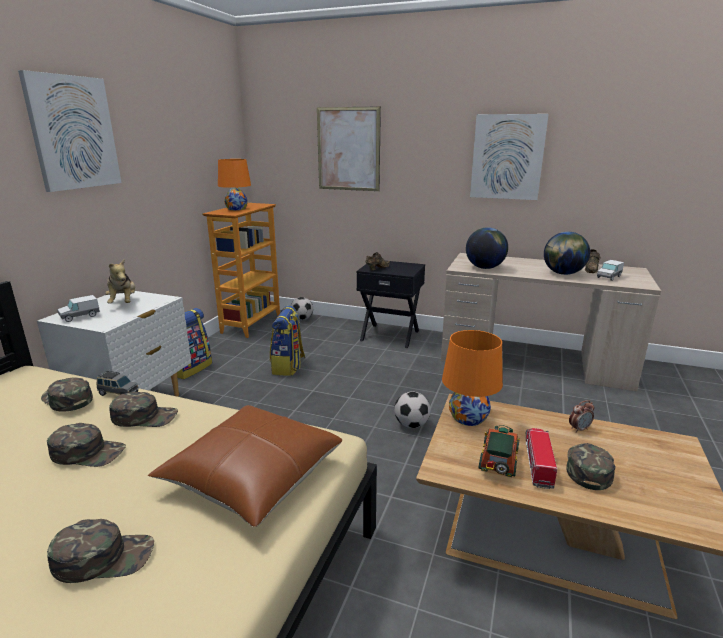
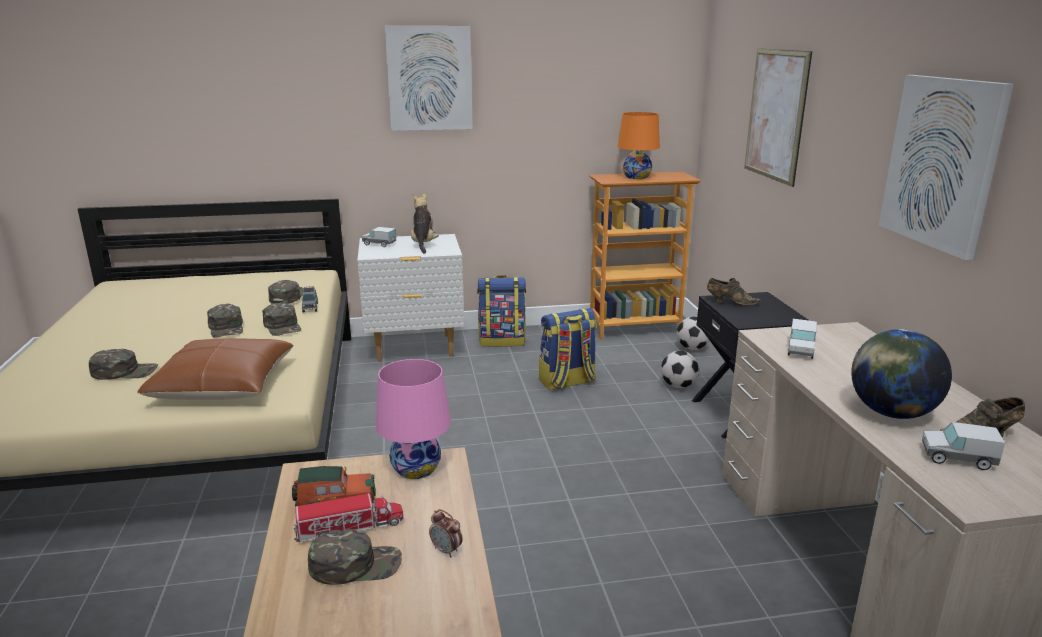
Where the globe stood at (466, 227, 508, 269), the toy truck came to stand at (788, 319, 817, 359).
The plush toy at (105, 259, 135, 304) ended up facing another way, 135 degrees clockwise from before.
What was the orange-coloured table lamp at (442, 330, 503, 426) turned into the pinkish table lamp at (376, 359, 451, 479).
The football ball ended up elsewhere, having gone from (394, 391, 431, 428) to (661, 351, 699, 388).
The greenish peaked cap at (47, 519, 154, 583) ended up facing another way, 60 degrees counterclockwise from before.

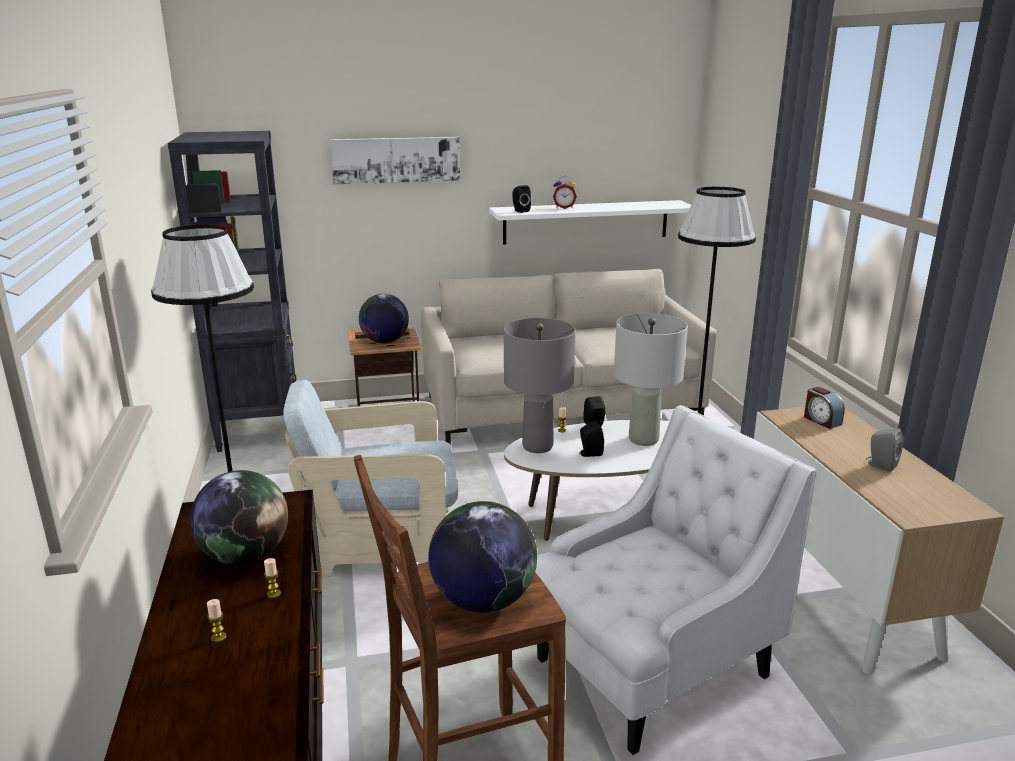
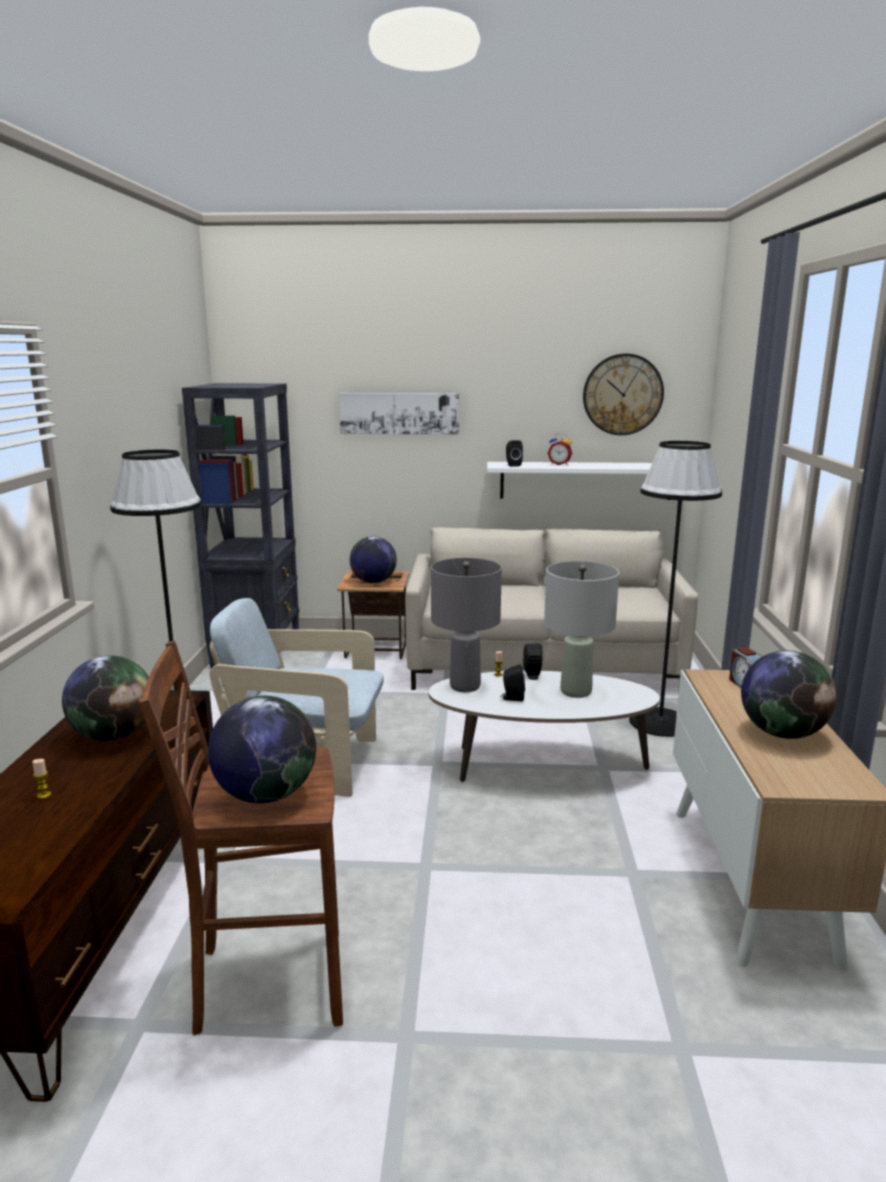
The second view lost the whitish lounge chair at (535, 405, 816, 755).
Where the gray audio speaker stood at (866, 428, 902, 472), the globe came to stand at (741, 650, 837, 739).
The second view lost the wax candle at (264, 558, 281, 598).
The second view gained the wall clock at (583, 353, 664, 435).

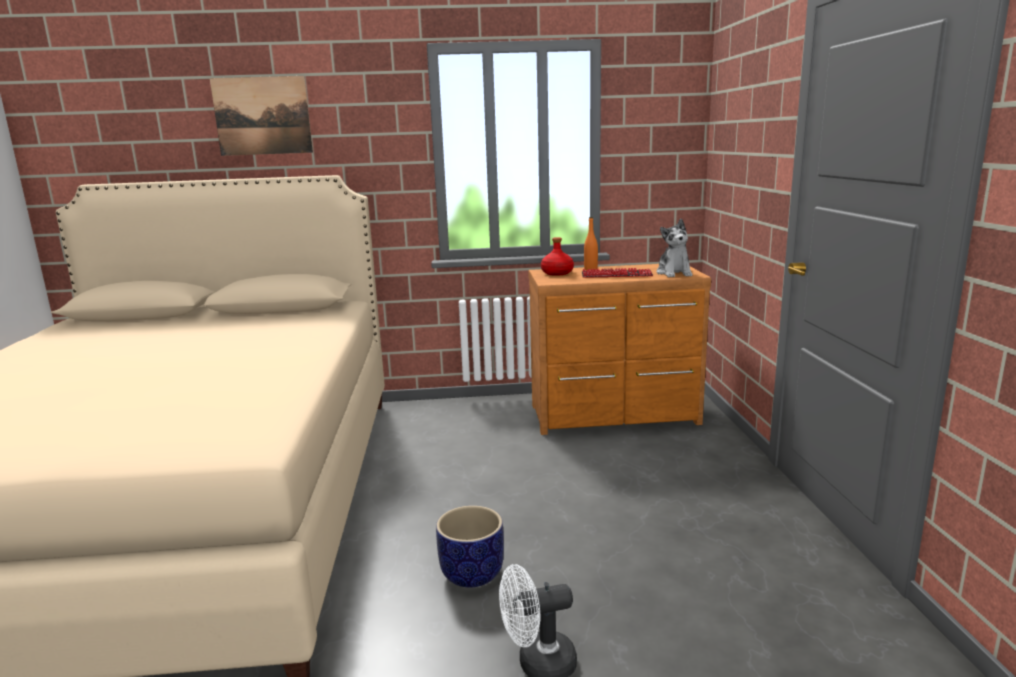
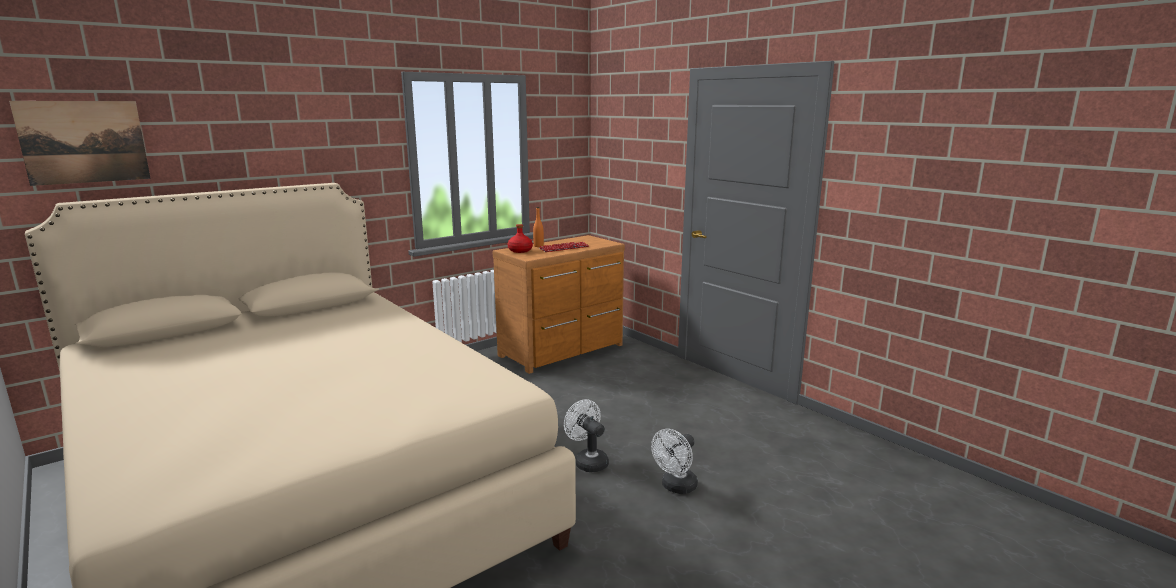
The wall picture ended up elsewhere, having gone from (210, 76, 313, 156) to (9, 101, 151, 186).
The second view lost the plush toy at (657, 219, 693, 277).
Where the plant pot stood at (436, 506, 504, 588), the whitish fan came to stand at (564, 399, 609, 472).

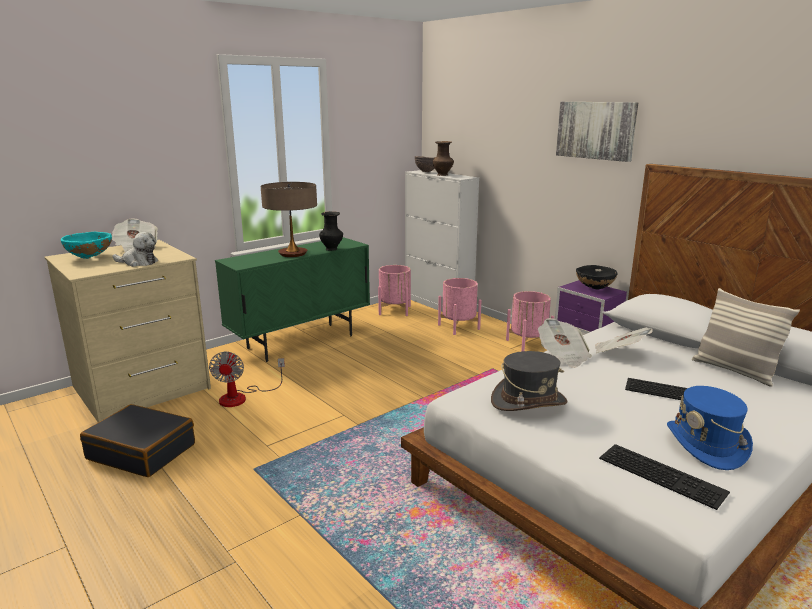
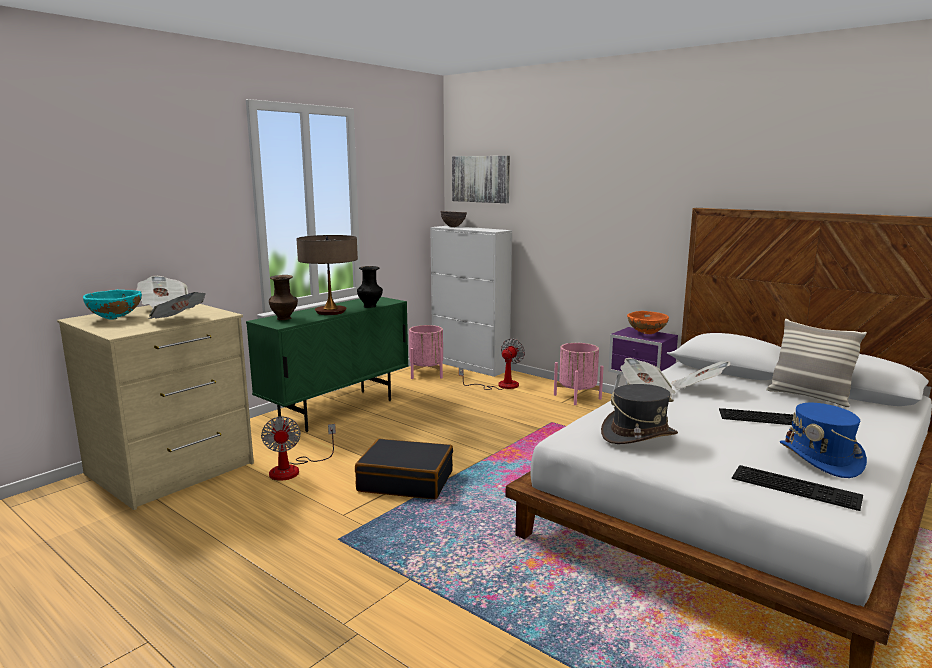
The wall picture ended up elsewhere, having gone from (556, 102, 638, 162) to (452, 156, 510, 203).
The brownish vase ended up elsewhere, having gone from (433, 141, 454, 176) to (269, 275, 298, 320).
Where the plush toy stood at (113, 232, 158, 267), the newspaper came to stand at (148, 292, 205, 319).
What was the blackish bowl at (576, 265, 618, 290) turned into the orange-coloured bowl at (627, 311, 669, 334).
Where the pinkish plant pot stood at (438, 278, 481, 335), the fan came to stand at (459, 338, 525, 390).
The blackish suitcase ended up elsewhere, having gone from (80, 404, 195, 477) to (355, 439, 453, 499).

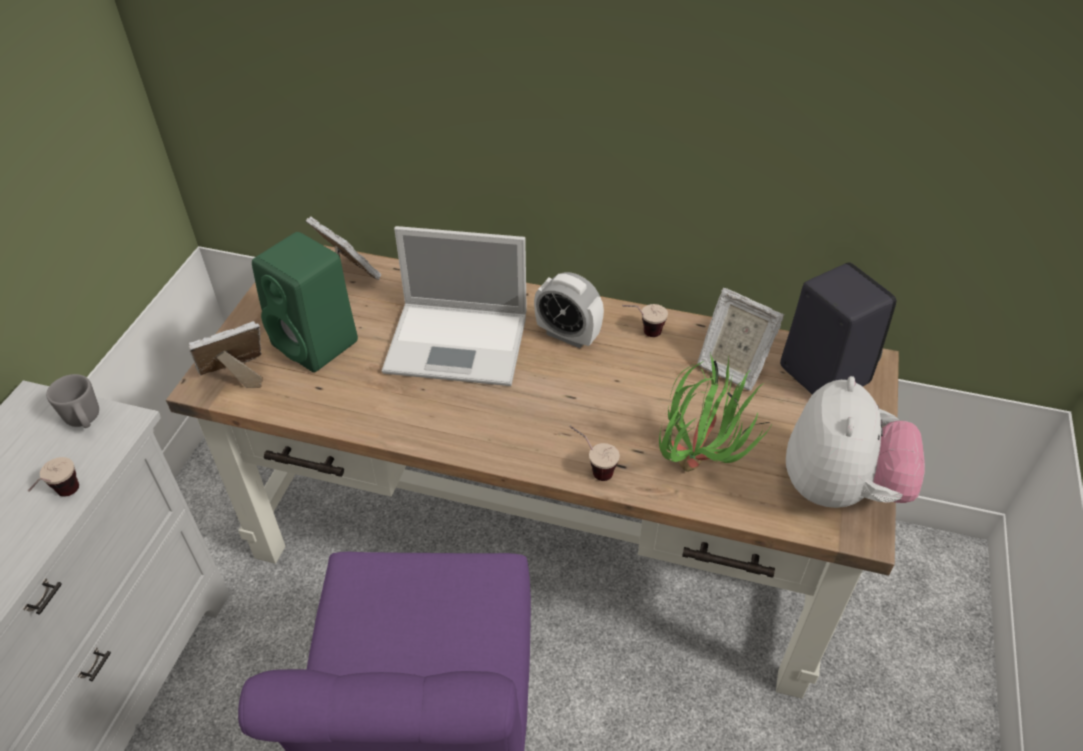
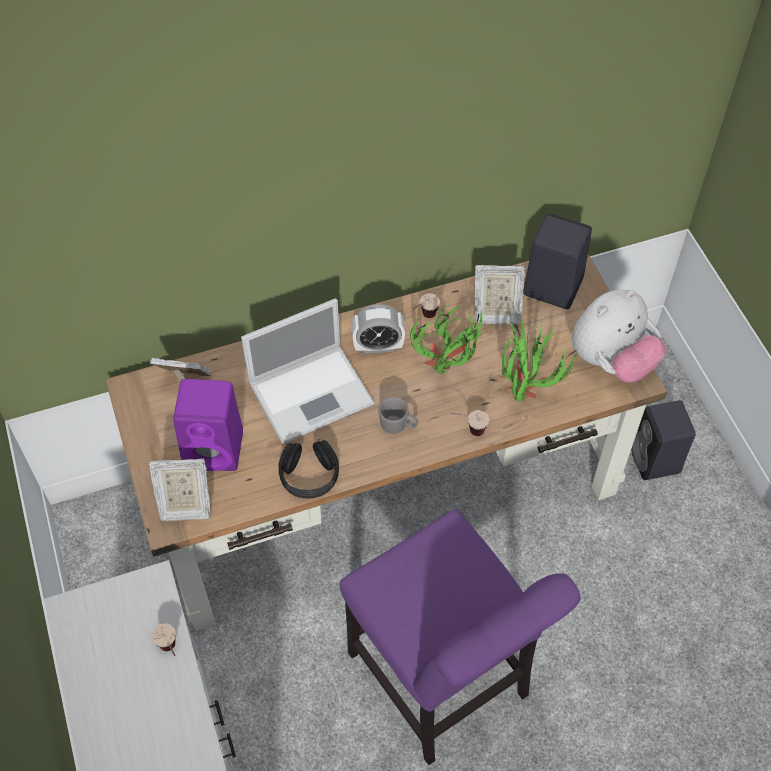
What was the greenish audio speaker at (252, 232, 358, 372) turned into the purple-coloured audio speaker at (173, 379, 243, 471).
The standing frame at (189, 321, 263, 388) ended up facing another way, 120 degrees counterclockwise from before.
The gray tea mug ended up elsewhere, having gone from (46, 374, 99, 428) to (378, 397, 418, 434).
The plush toy at (786, 376, 925, 508) ended up facing another way, 75 degrees clockwise from before.
The second view gained the potted plant at (410, 303, 485, 374).
The second view gained the blackish audio speaker at (631, 400, 696, 480).
The second view gained the blackish headset at (278, 440, 339, 498).

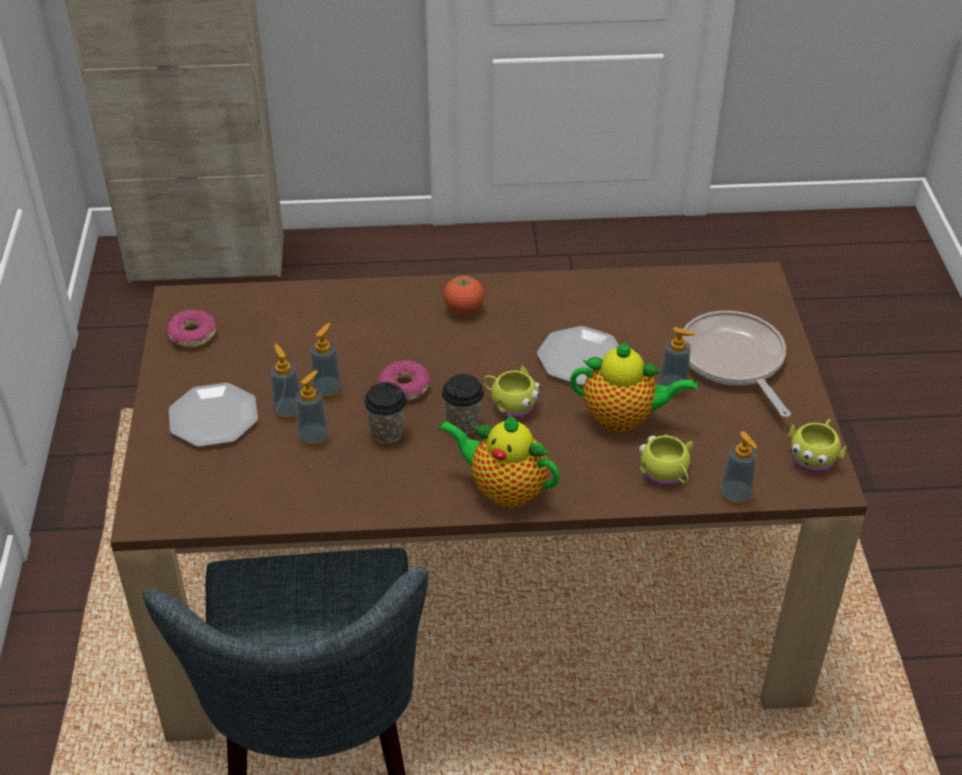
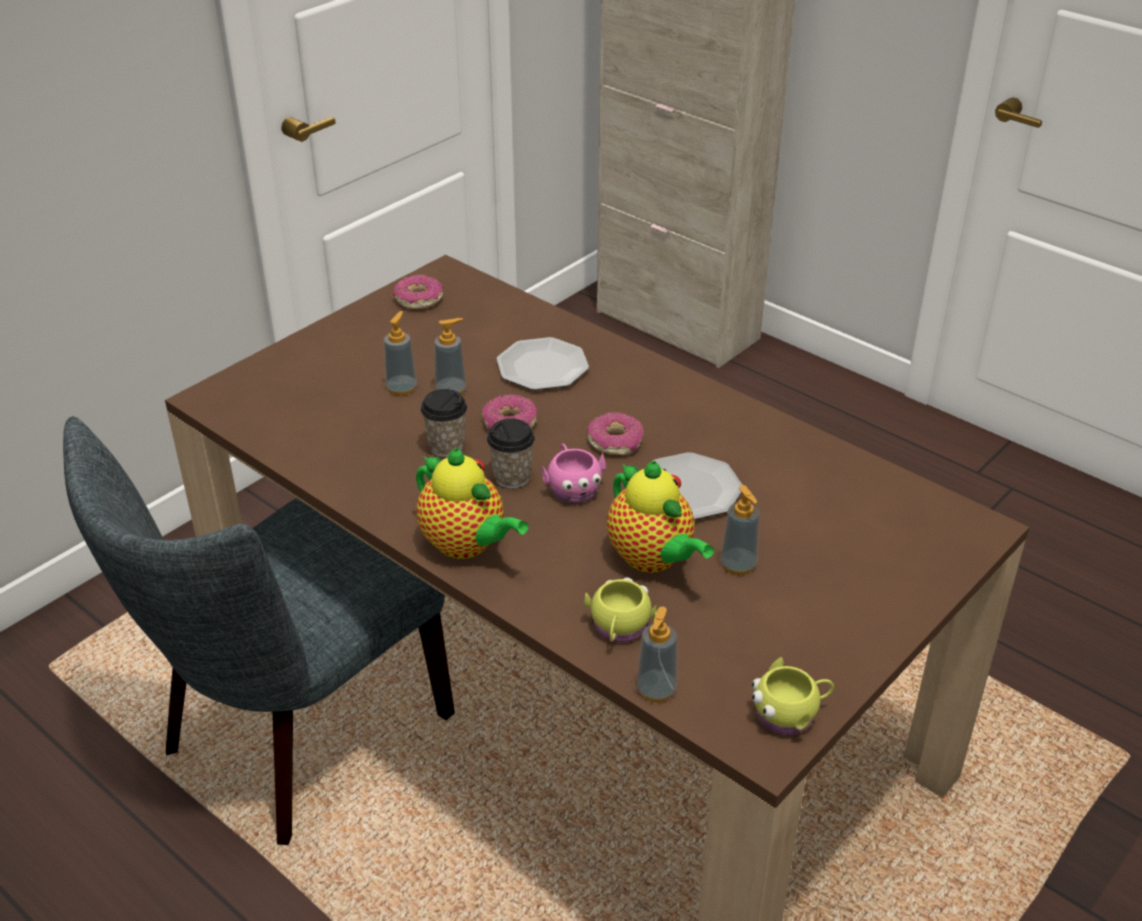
The second view lost the whole tomato at (444, 276, 484, 314).
The second view lost the frying pan at (682, 311, 791, 418).
What was the yellow tea mug at (483, 366, 541, 418) turned into the pinkish tea mug at (542, 444, 606, 503).
The second view lost the soap dispenser at (296, 370, 328, 446).
The plate ended up elsewhere, having gone from (169, 383, 258, 447) to (496, 337, 589, 390).
The pot for tea at (438, 415, 560, 508) ended up facing another way, 150 degrees clockwise from before.
The second view gained the donut at (587, 412, 643, 456).

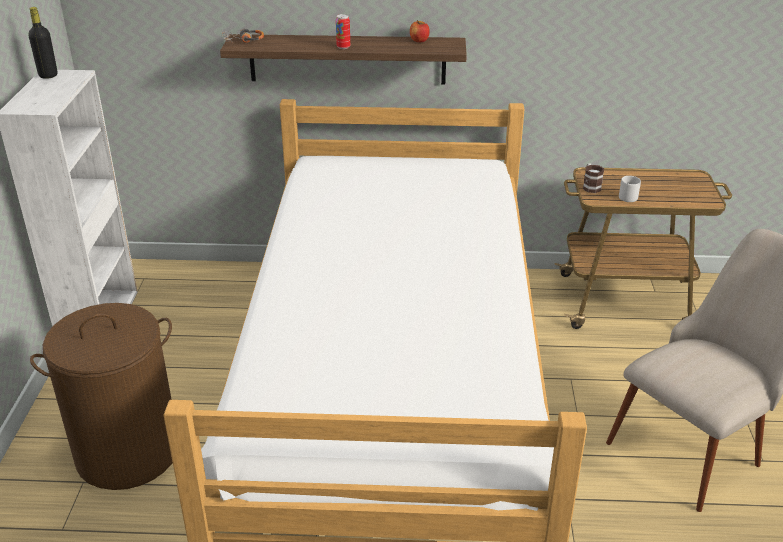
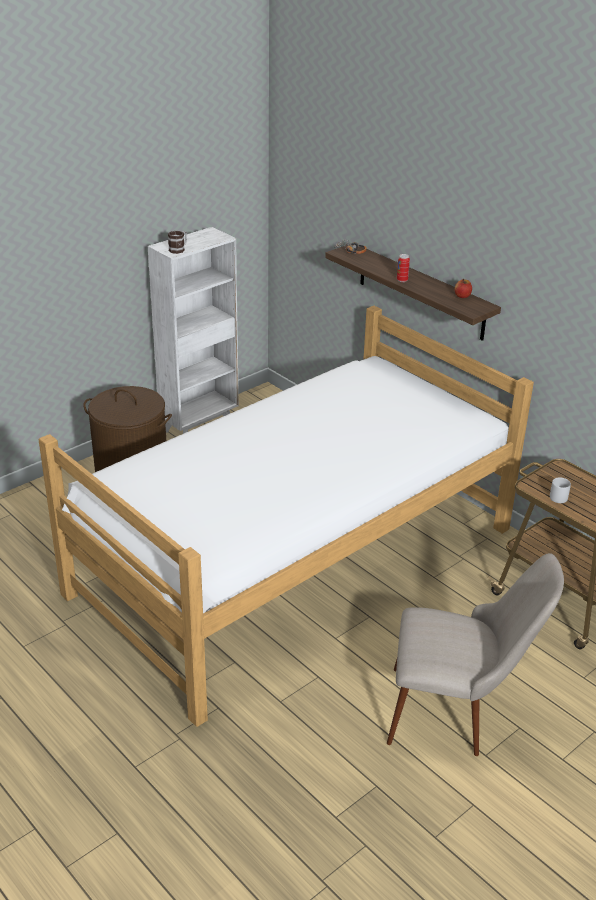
The second view lost the blackish bottle at (28, 7, 58, 79).
The tea mug ended up elsewhere, having gone from (583, 163, 604, 193) to (168, 231, 187, 254).

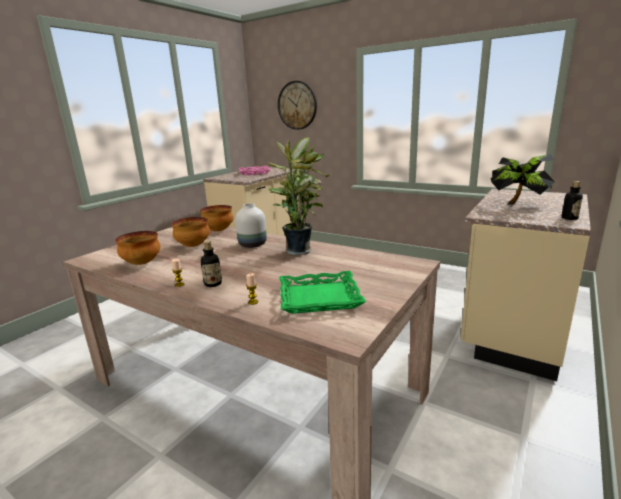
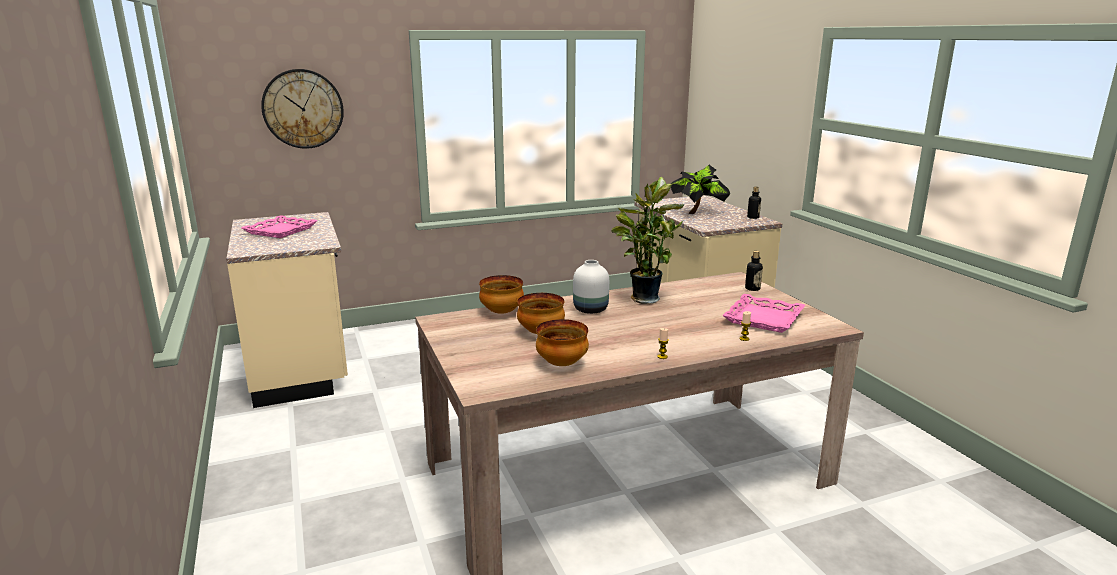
The bottle ended up elsewhere, having gone from (201, 241, 222, 287) to (745, 251, 763, 291).
What was the greenish tray at (279, 271, 366, 314) turned into the pinkish tray at (722, 294, 805, 333).

